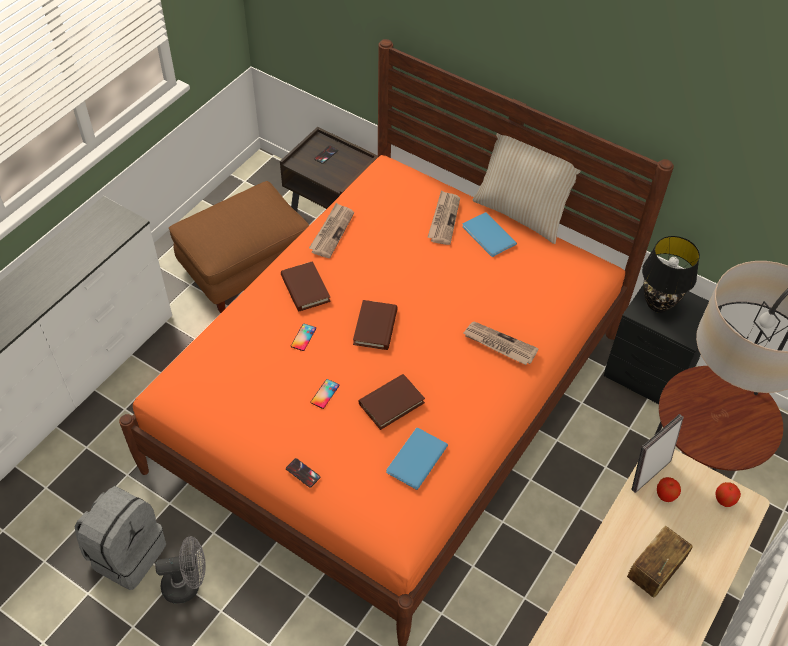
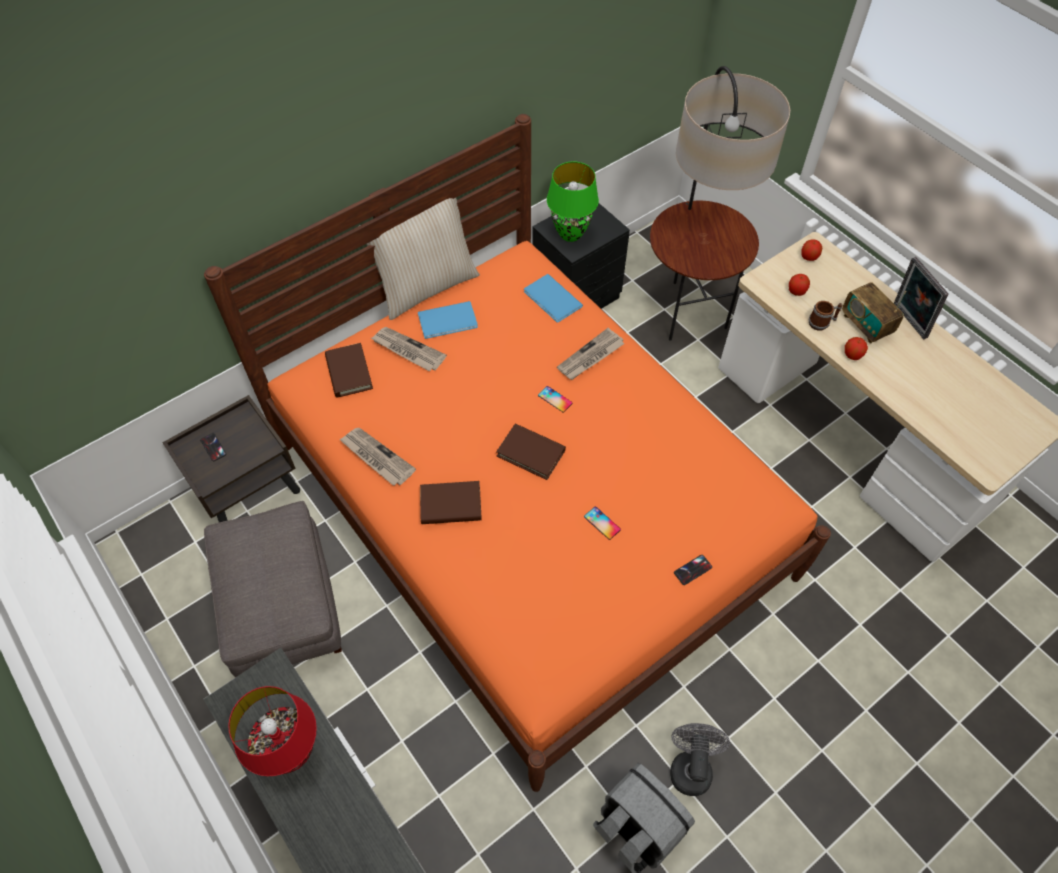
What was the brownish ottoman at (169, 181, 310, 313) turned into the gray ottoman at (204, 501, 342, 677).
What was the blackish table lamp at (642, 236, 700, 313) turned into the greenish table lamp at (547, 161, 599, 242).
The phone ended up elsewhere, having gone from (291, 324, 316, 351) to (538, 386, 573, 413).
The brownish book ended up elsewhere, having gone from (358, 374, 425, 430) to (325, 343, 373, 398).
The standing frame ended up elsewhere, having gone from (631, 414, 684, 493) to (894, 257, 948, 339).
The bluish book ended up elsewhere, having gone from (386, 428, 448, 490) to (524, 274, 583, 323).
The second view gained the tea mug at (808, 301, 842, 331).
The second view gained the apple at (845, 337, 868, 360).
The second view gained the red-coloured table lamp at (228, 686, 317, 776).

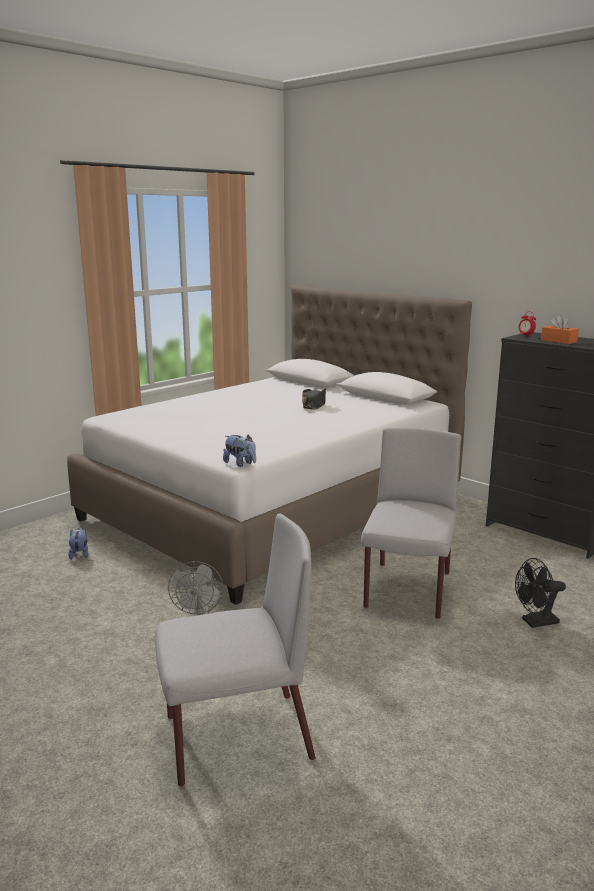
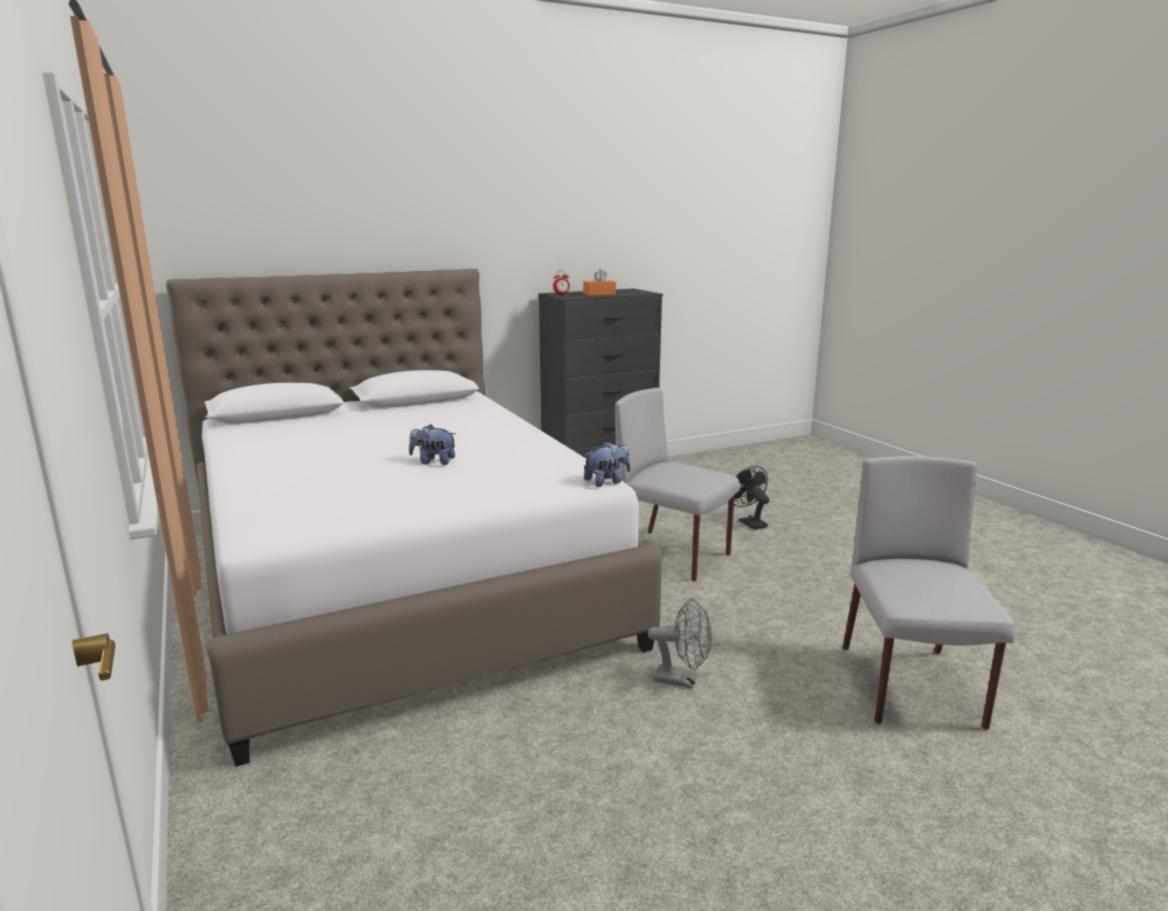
The second view lost the blackish clothing hat at (302, 388, 326, 410).
The plush toy ended up elsewhere, having gone from (68, 527, 88, 560) to (409, 424, 456, 465).
The blackish fan at (515, 558, 566, 628) ended up facing another way, 150 degrees clockwise from before.

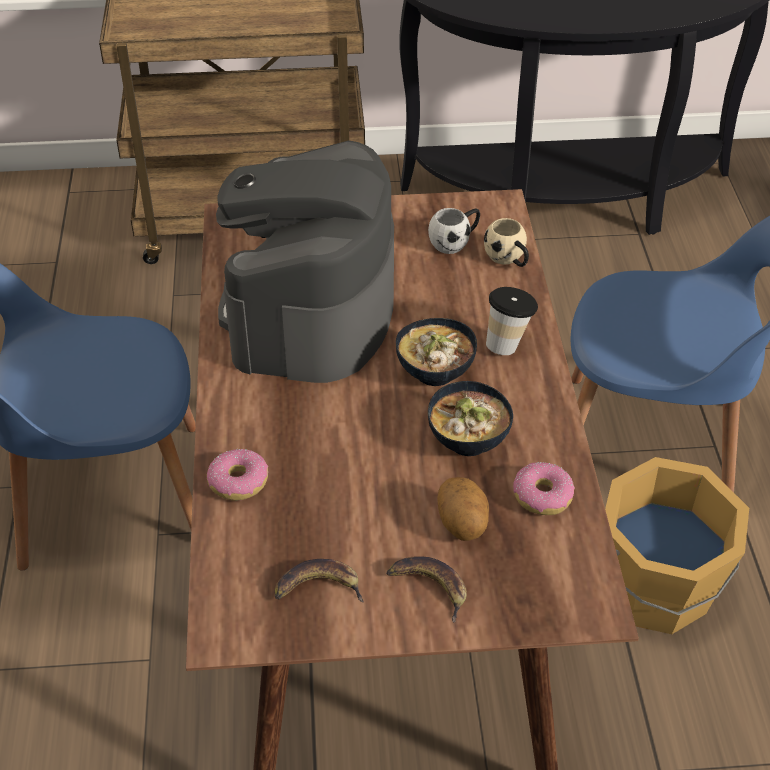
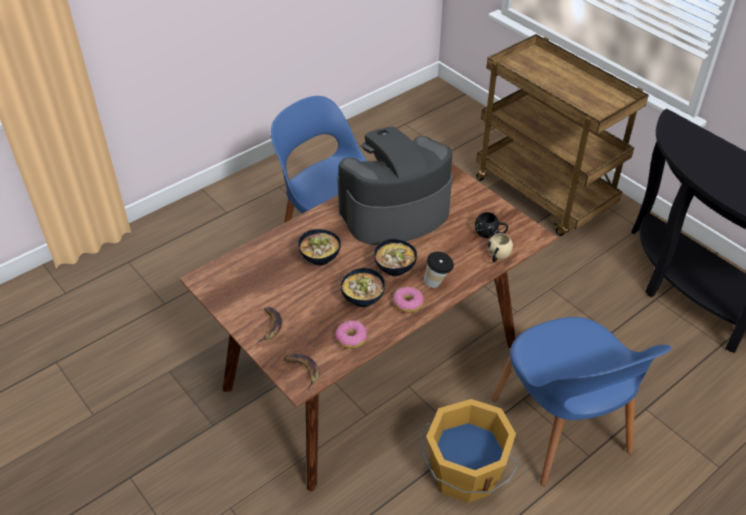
What was the whitish tea mug at (428, 208, 480, 254) turned into the blackish tea mug at (475, 212, 508, 238).
The donut ended up elsewhere, having gone from (207, 449, 268, 501) to (393, 287, 424, 313).
The second view lost the potato at (437, 477, 489, 541).
The banana ended up elsewhere, having gone from (275, 559, 364, 602) to (285, 354, 320, 390).
The second view gained the bowl at (298, 229, 341, 266).

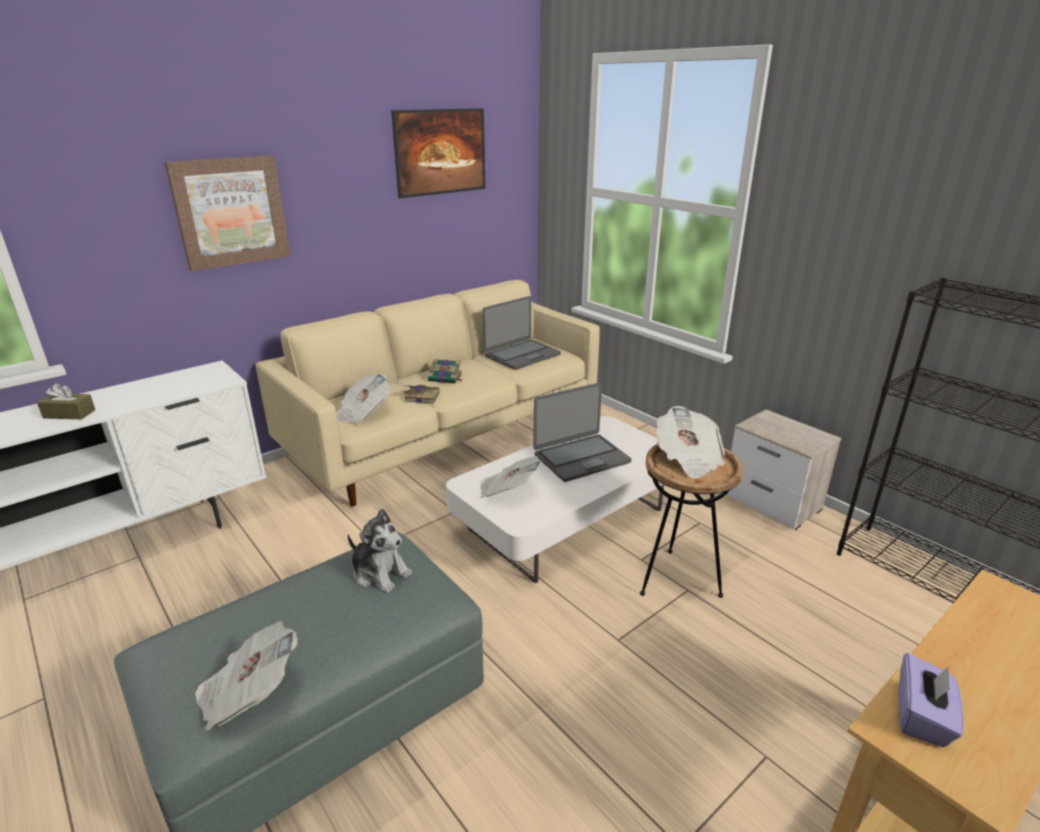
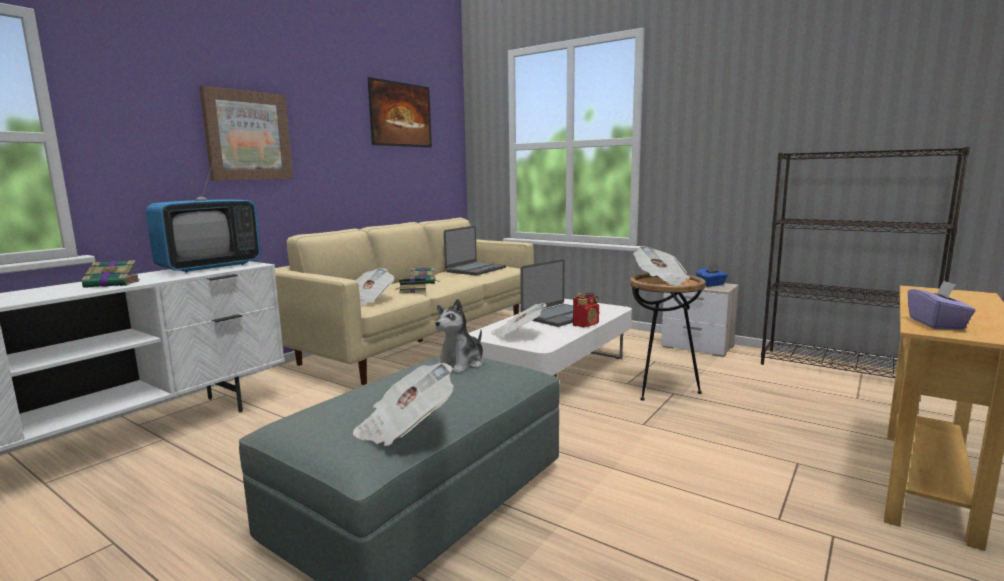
Where the brownish box of tissues stood at (37, 383, 95, 419), the book came to stand at (82, 260, 140, 288).
The plush toy at (347, 508, 412, 593) ended up facing another way, 105 degrees clockwise from before.
The second view gained the TV set at (146, 154, 261, 273).
The second view gained the bluish box of tissues at (696, 265, 728, 287).
The second view gained the radio set at (573, 293, 599, 327).

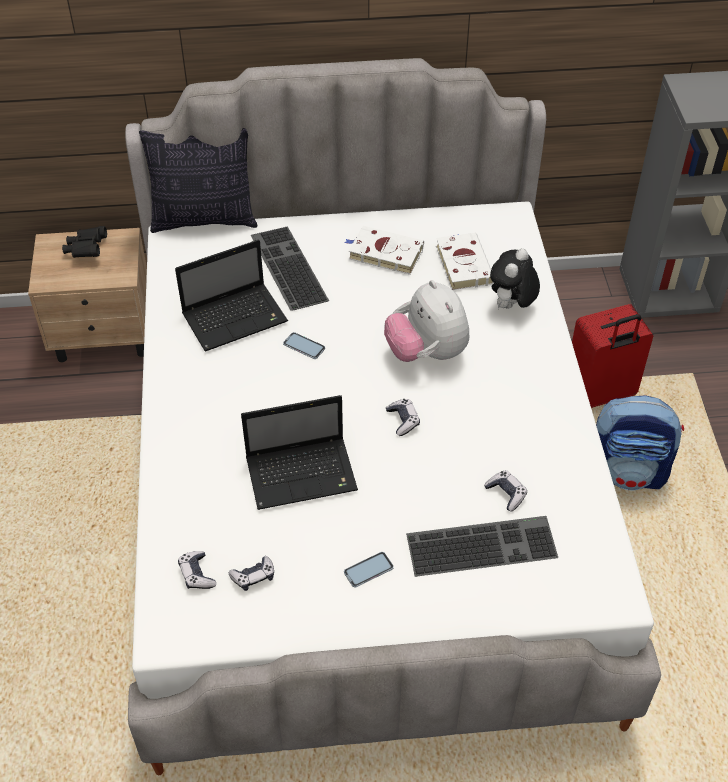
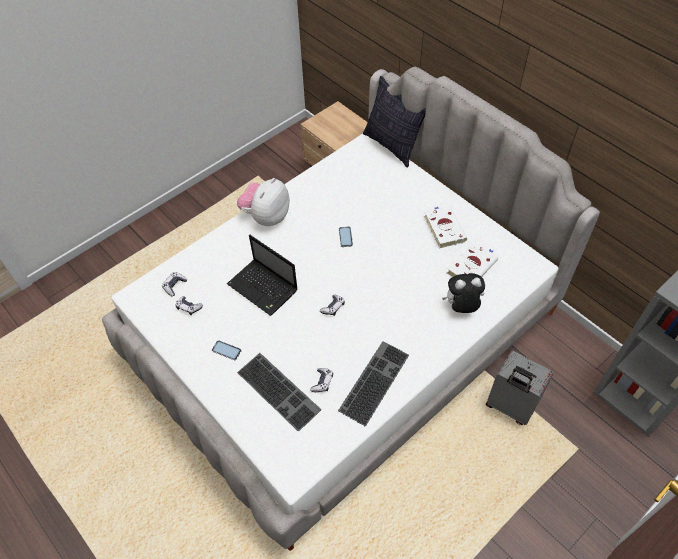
The second view lost the blackish binoculars at (62, 226, 107, 258).
The computer keyboard ended up elsewhere, having gone from (251, 226, 329, 311) to (338, 341, 409, 427).
The second view lost the laptop at (175, 240, 288, 352).
The plush toy ended up elsewhere, having gone from (384, 280, 470, 362) to (237, 178, 290, 226).
What was the red-coloured suitcase at (572, 304, 653, 408) turned into the gray suitcase at (486, 351, 553, 425).
The second view lost the rucksack at (596, 395, 684, 490).

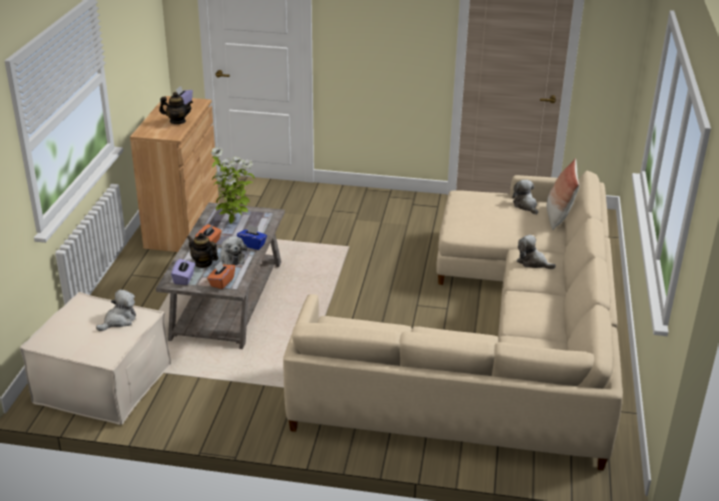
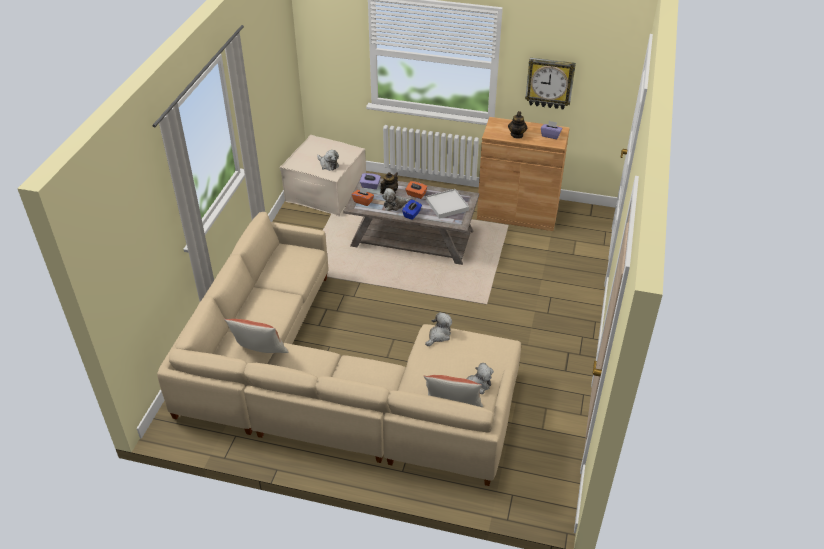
Where the potted plant stood at (210, 148, 255, 224), the whitish tray came to stand at (426, 189, 469, 218).
The plush toy ended up elsewhere, having gone from (517, 235, 556, 269) to (425, 312, 452, 346).
The second view gained the wall clock at (525, 58, 576, 110).
The second view gained the throw pillow at (224, 319, 288, 353).

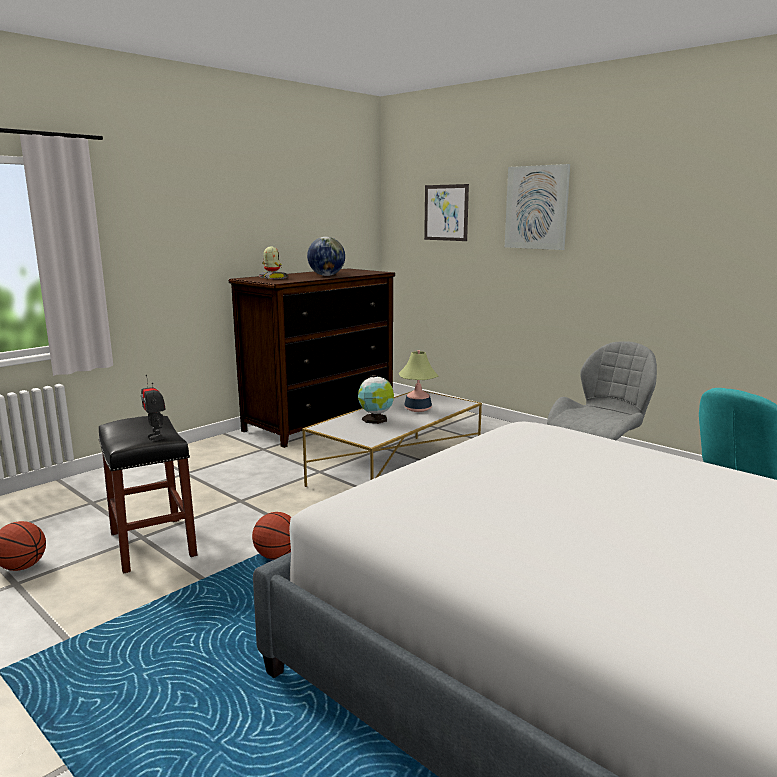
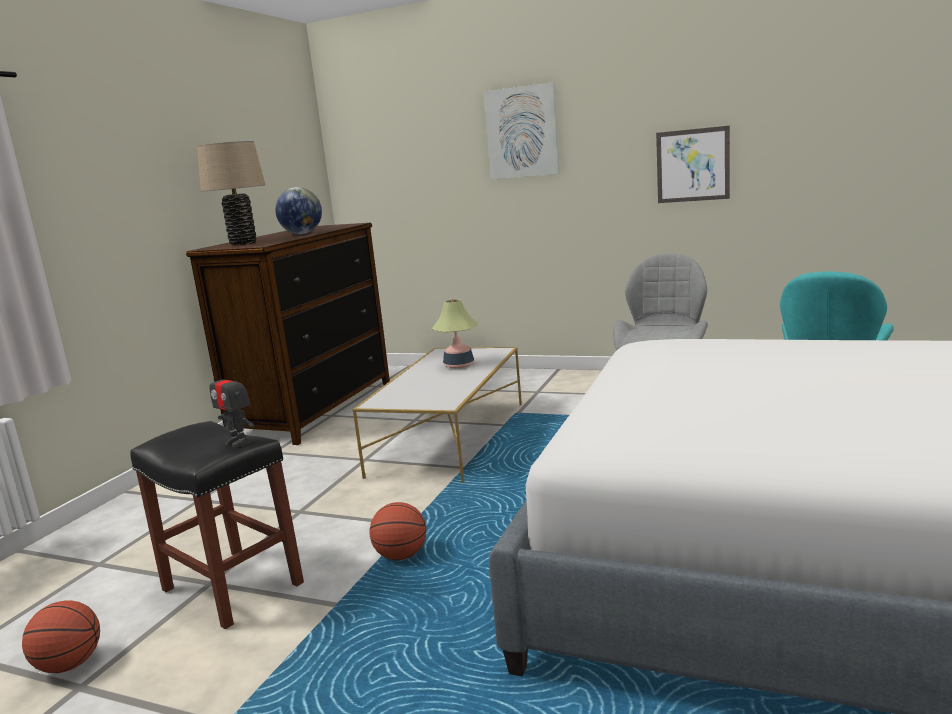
The wall picture ended up elsewhere, having gone from (424, 184, 469, 241) to (656, 126, 730, 203).
Where the robot figure stood at (259, 247, 288, 279), the beige table lamp came to stand at (197, 141, 265, 245).
The second view lost the globe at (358, 375, 394, 424).

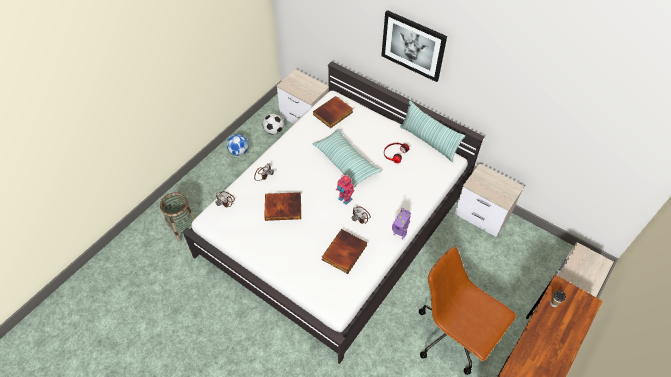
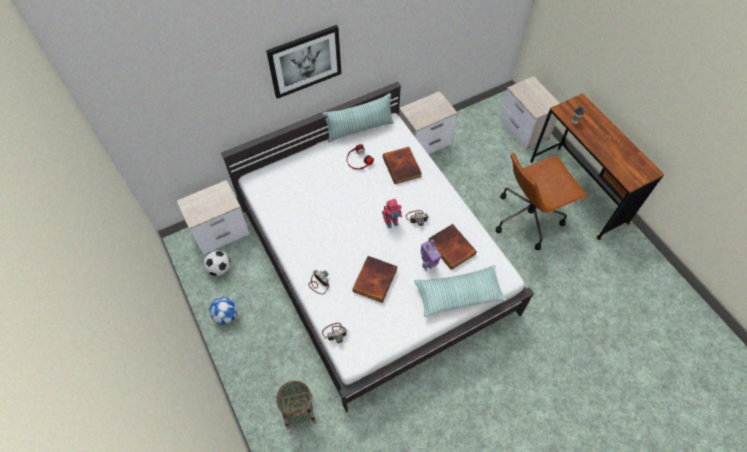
The book ended up elsewhere, having gone from (313, 96, 353, 128) to (383, 147, 422, 184).
The throw pillow ended up elsewhere, having gone from (312, 129, 381, 188) to (415, 265, 507, 317).
The robot figure ended up elsewhere, having gone from (392, 208, 411, 240) to (421, 240, 441, 271).

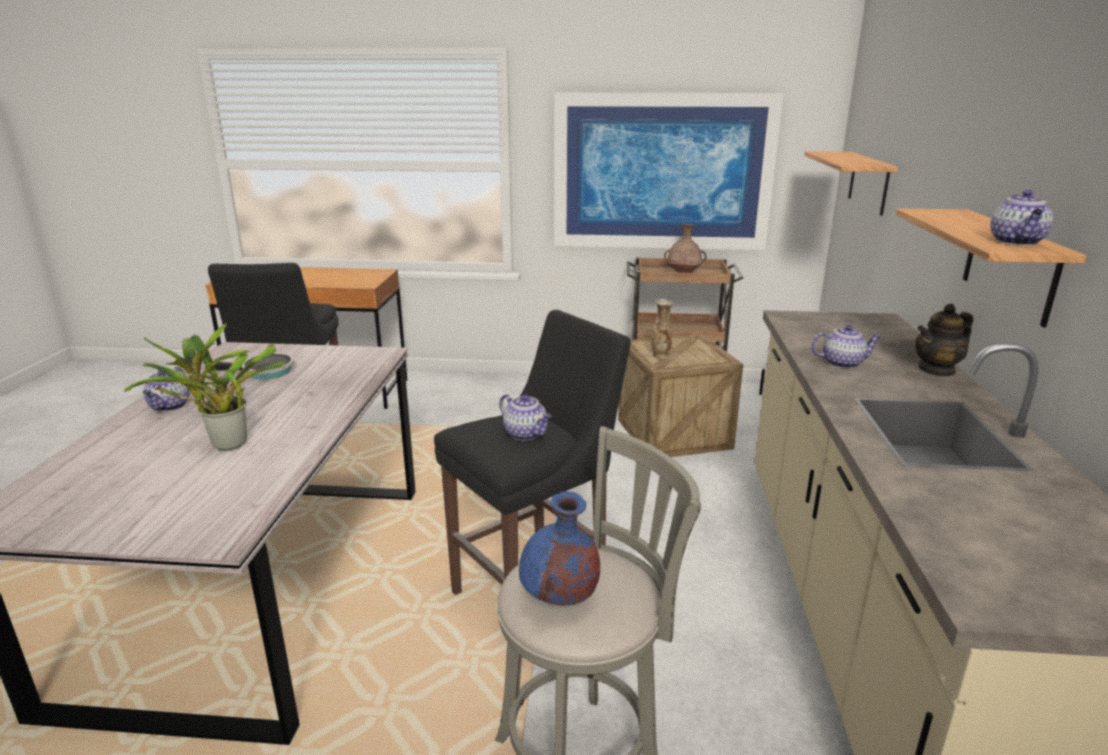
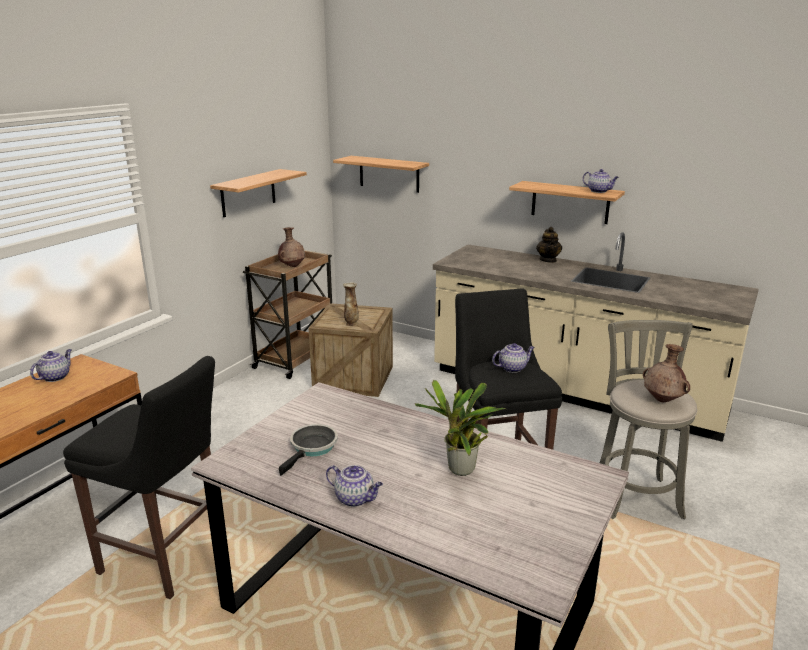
Where the wall picture hung at (555, 93, 784, 250), the shelf came to hang at (210, 169, 307, 217).
The pot for tea ended up elsewhere, having gone from (811, 325, 881, 368) to (30, 349, 72, 382).
What was the bluish vase at (519, 491, 600, 605) turned into the brownish vase at (643, 344, 690, 402).

